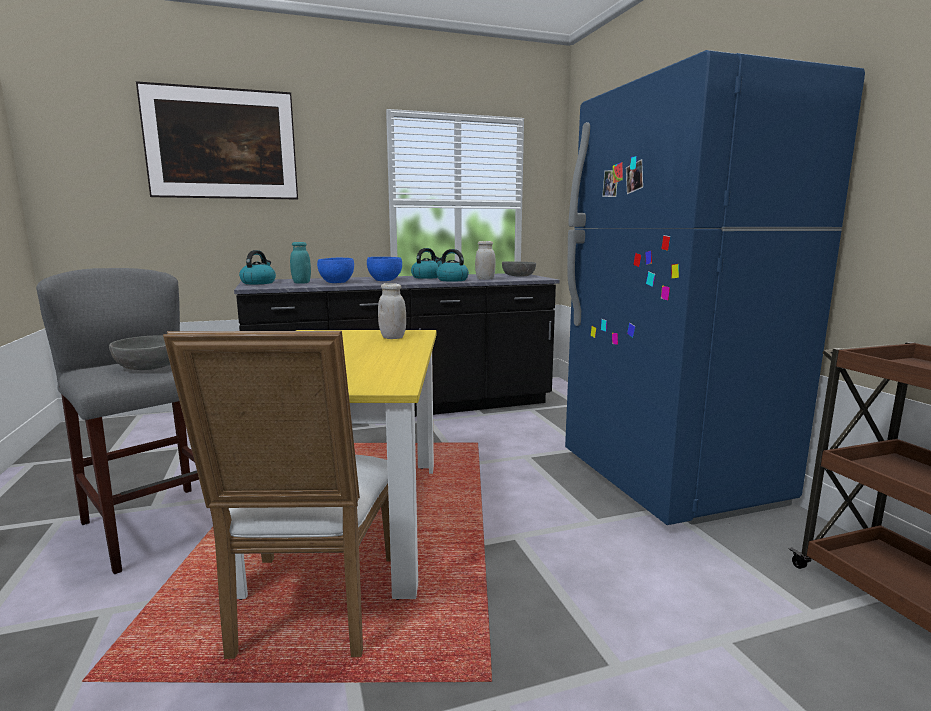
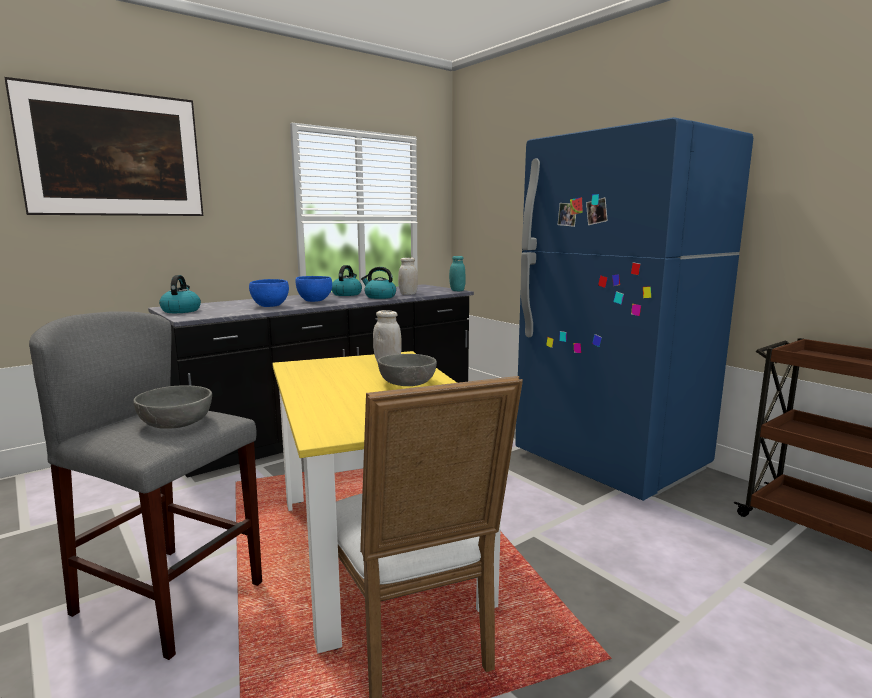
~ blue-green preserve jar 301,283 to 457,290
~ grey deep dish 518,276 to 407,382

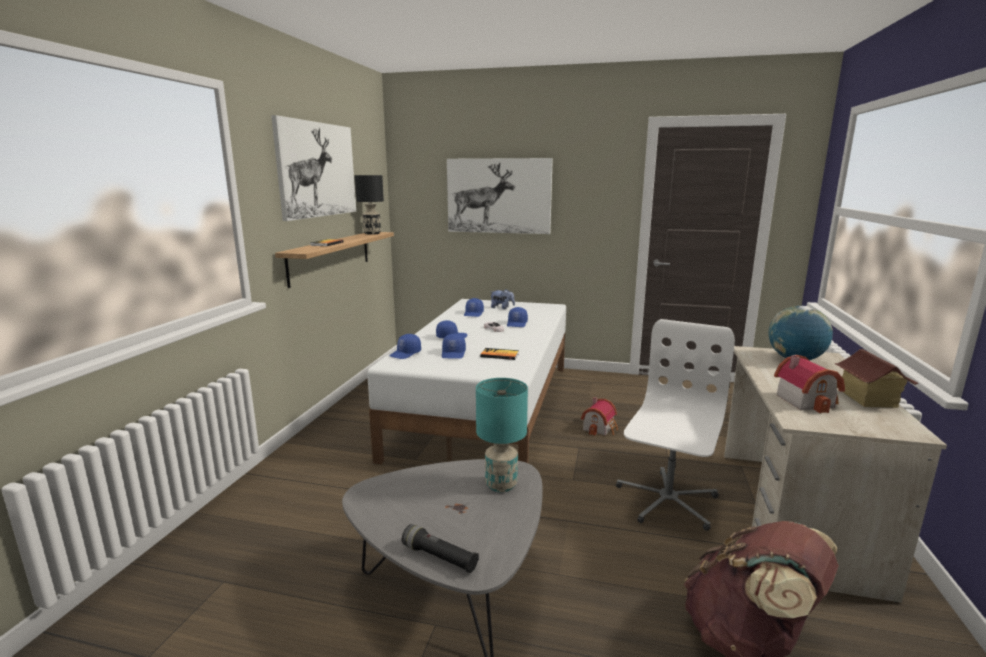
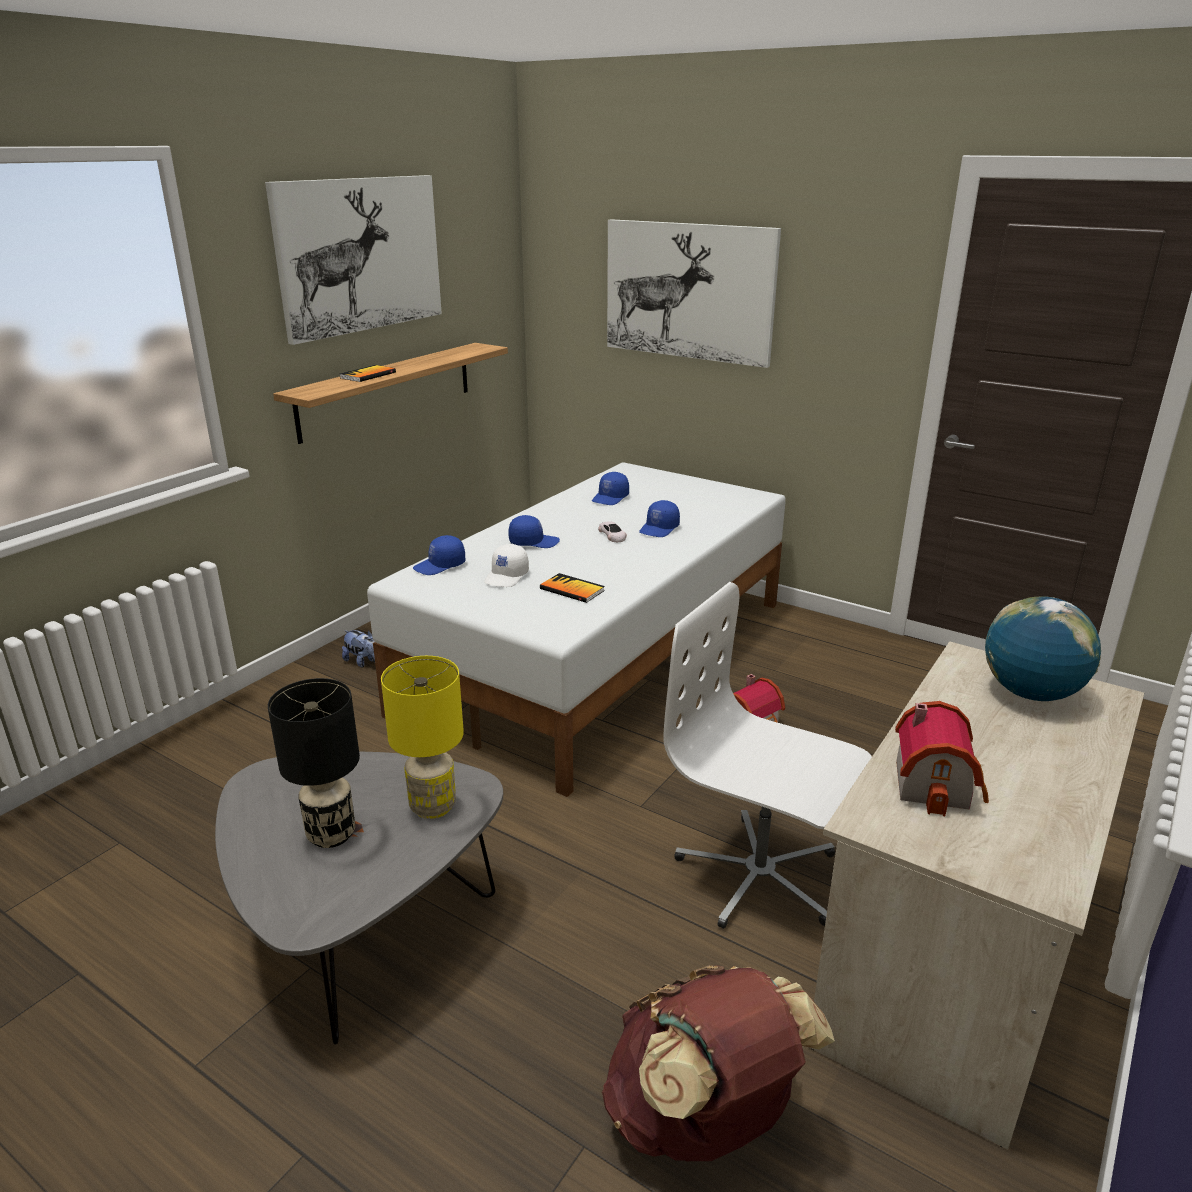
~ blackish lamp for a table 372,233 to 332,835
- blackish hand torch 439,557
~ bluish peaked cap 454,354 to white peaked cap 507,577
~ blue-green lamp for a table 501,484 to yellowish lamp for a table 433,806
~ cuddly toy 502,308 to 363,662
~ white desk chair 666,500 = 759,876 105 degrees counterclockwise
- model house 868,399

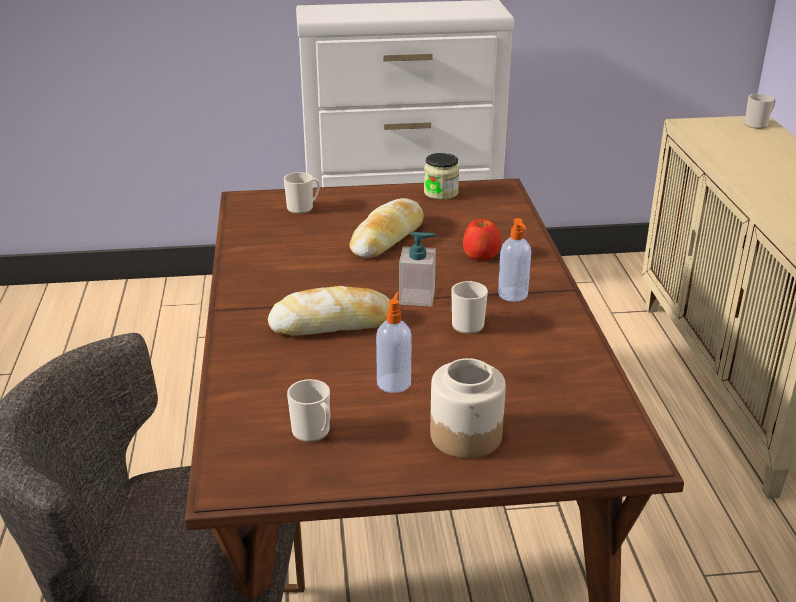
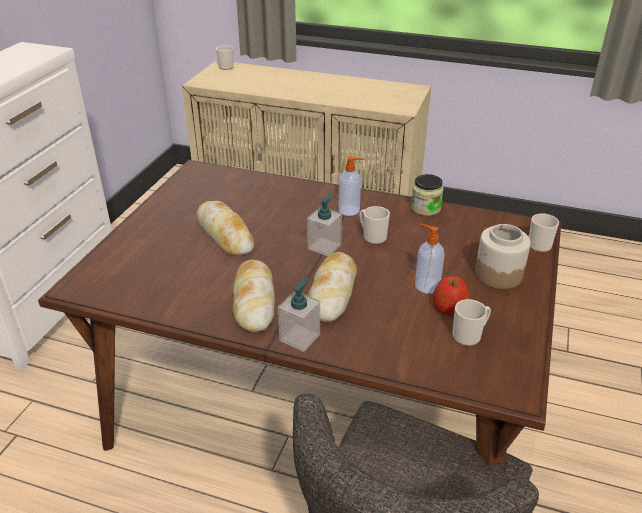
~ coffee mug 303,208 to 539,244
~ preserve jar 441,193 to 425,208
~ apple fruit 481,254 to 449,307
+ baked bread 254,301
+ soap dispenser 300,337

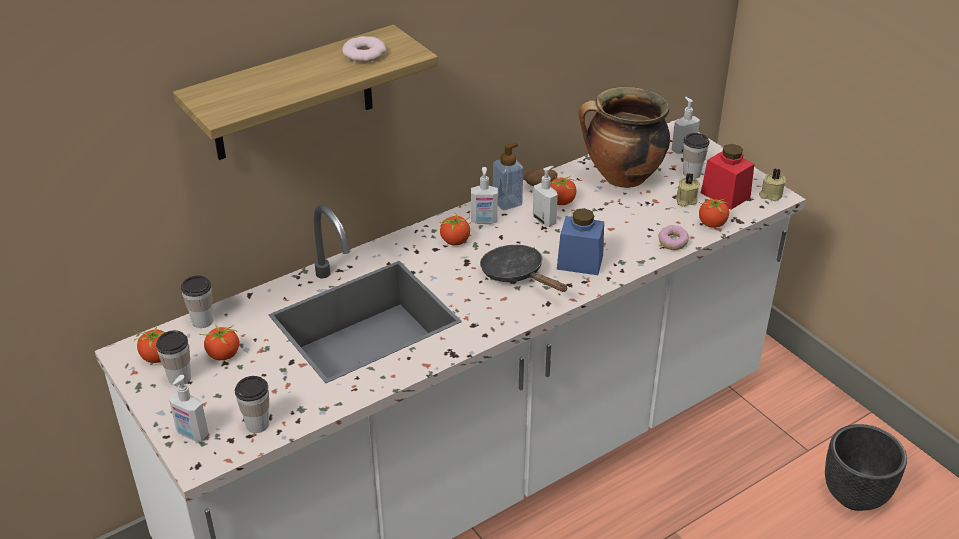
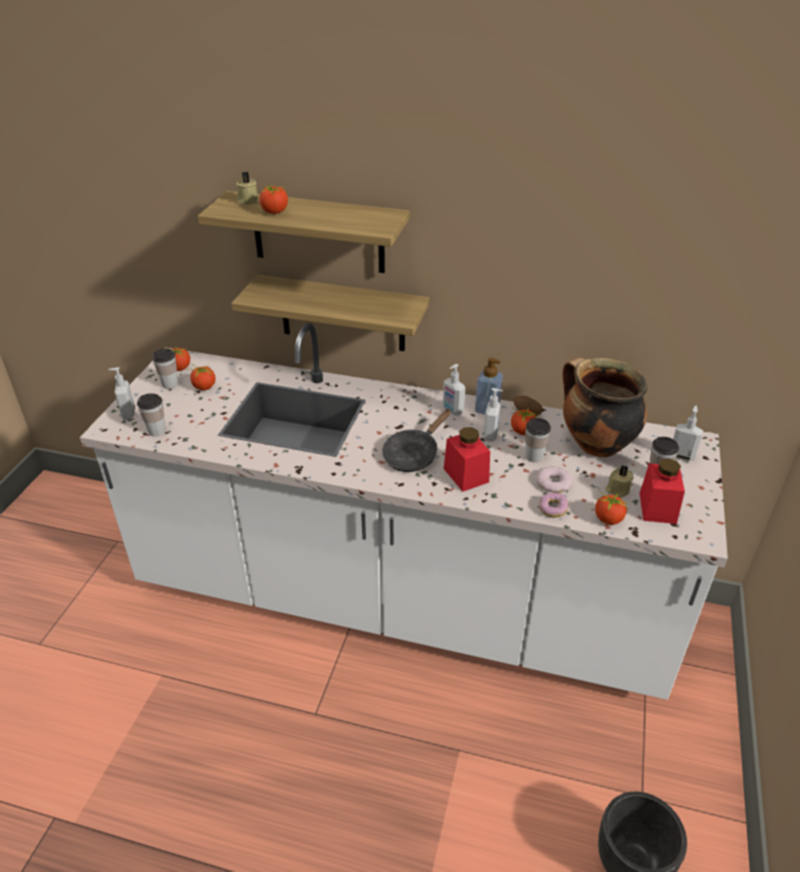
~ drinking cup 203,321 to 534,456
~ ring doughnut 364,54 to 554,482
~ fresh tomato 455,241 to 275,212
~ blackish skillet 516,275 = 413,454 150 degrees counterclockwise
~ bluish preserve jar 580,262 to reddish preserve jar 466,475
~ beige candle 770,195 to 248,201
+ wall shelf 342,314

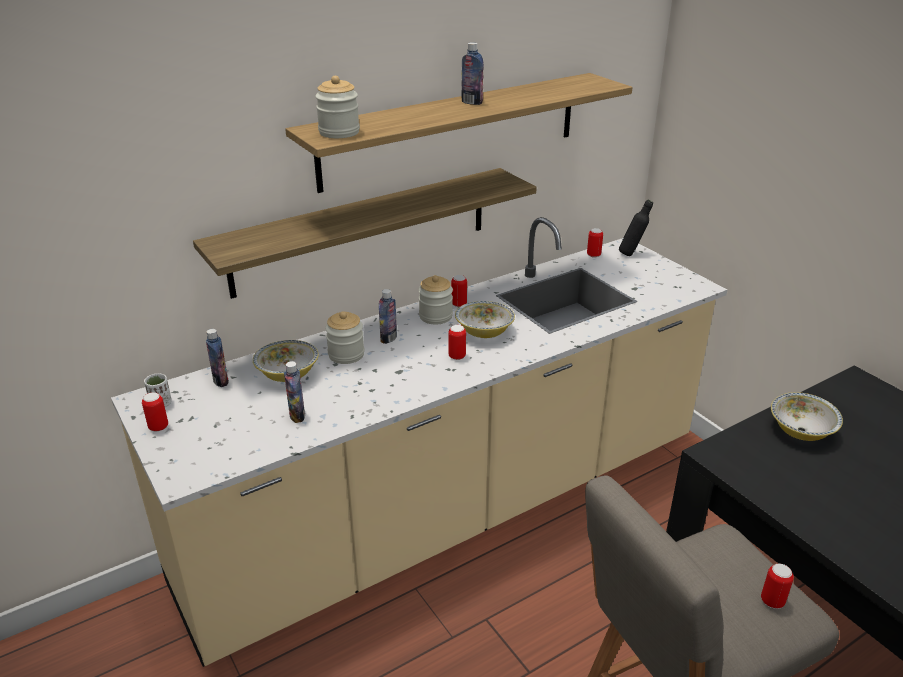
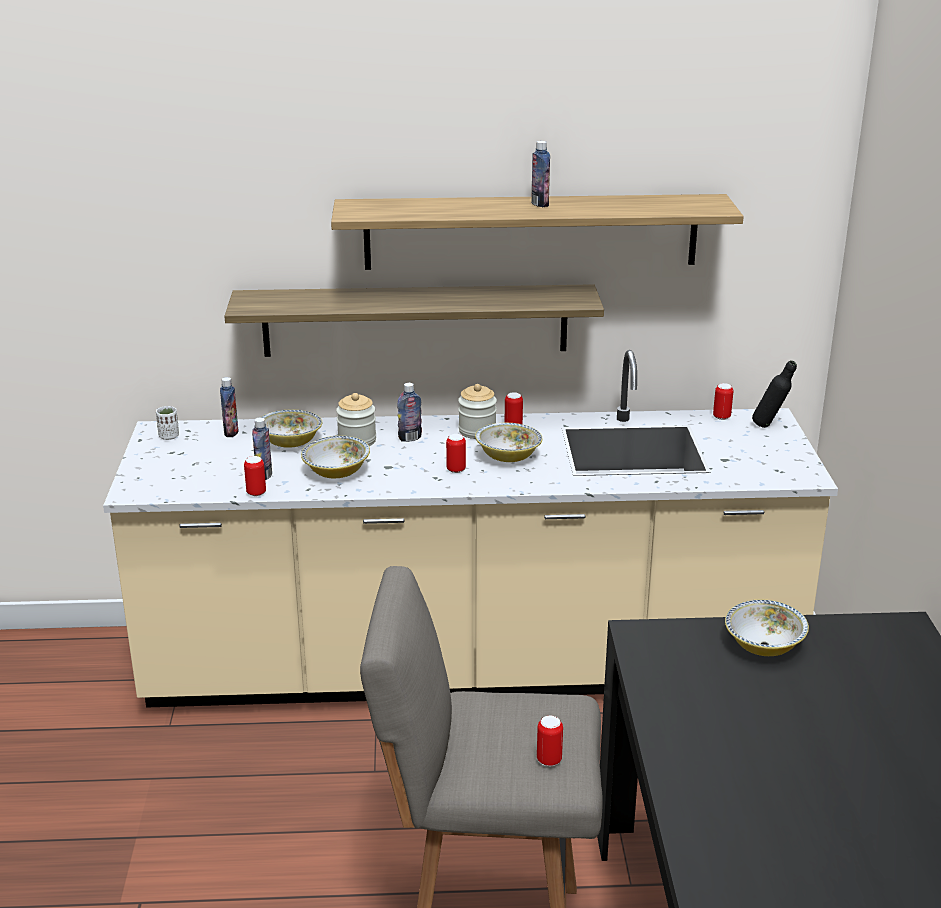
~ metal can 158,427 to 256,493
- preserve jar 339,132
+ deep dish 336,472

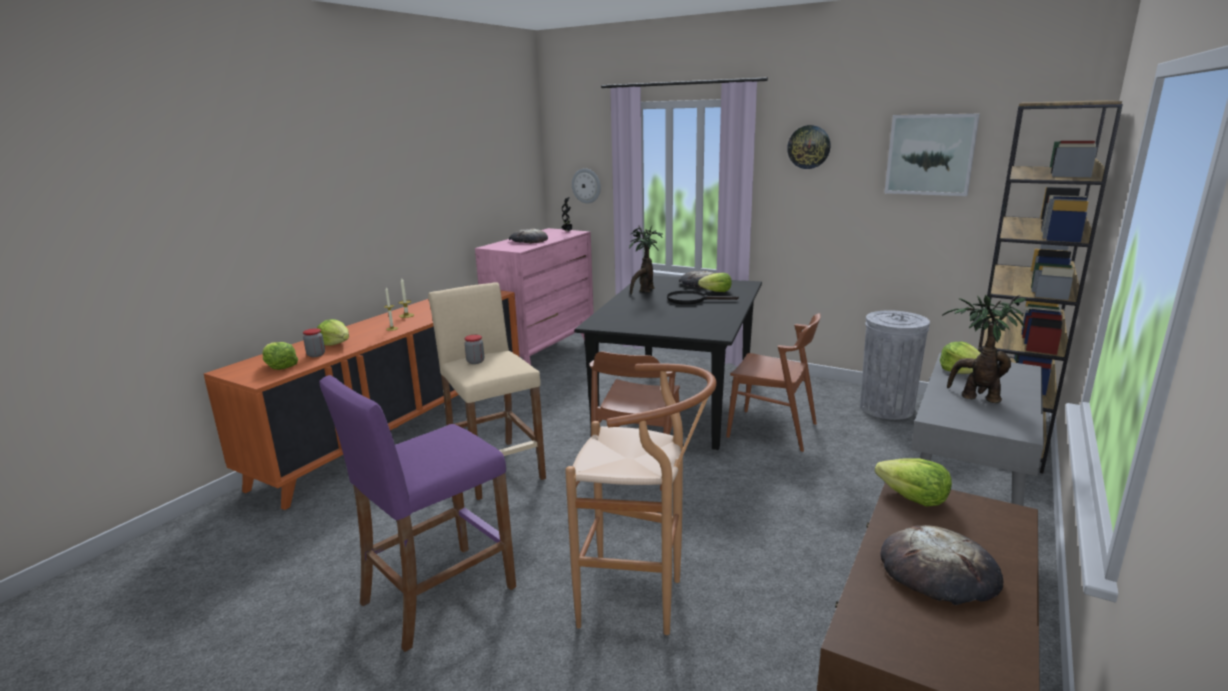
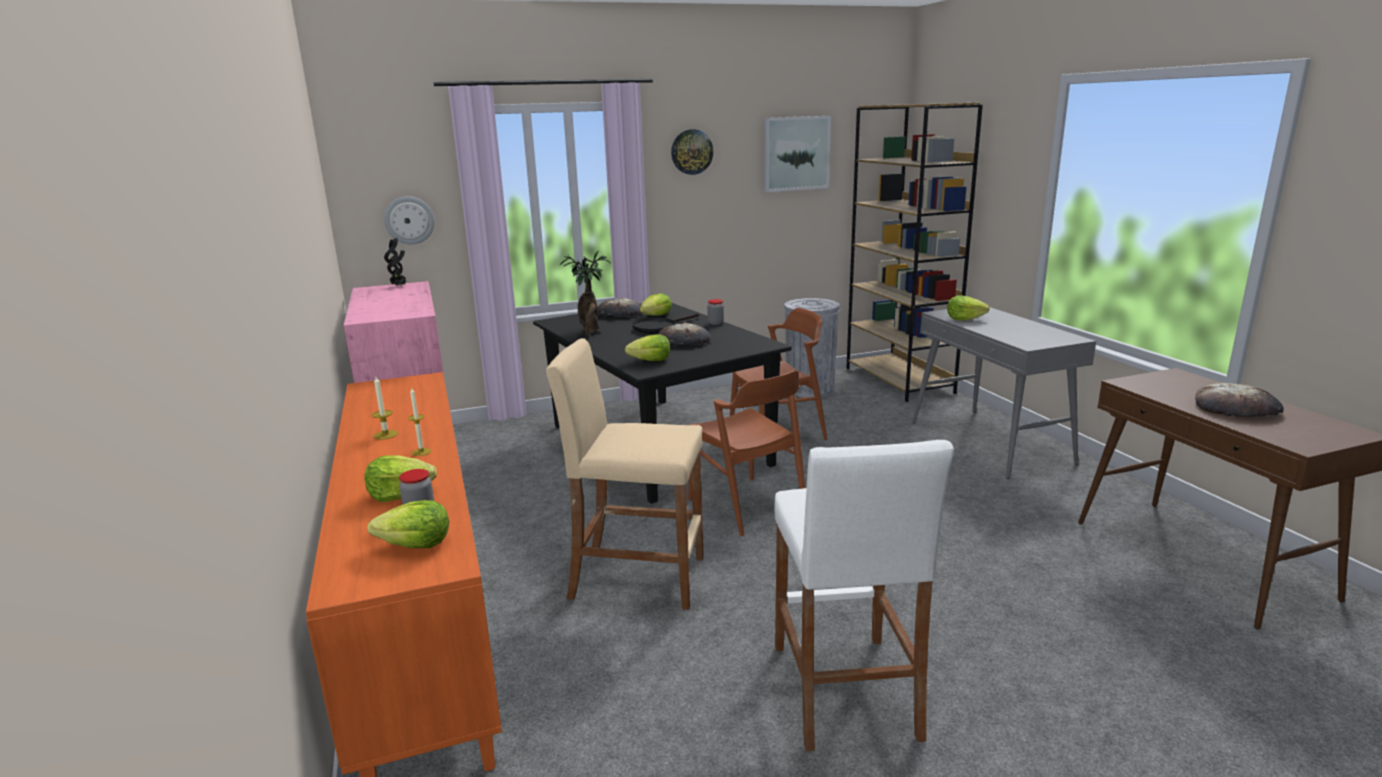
~ purplish stool 437,595 to white stool 844,691
~ preserve jar 475,361 to 715,323
~ baked bread 528,241 to 683,341
- brown stool 642,602
~ head of lettuce 913,498 to 650,361
- potted plant 975,397

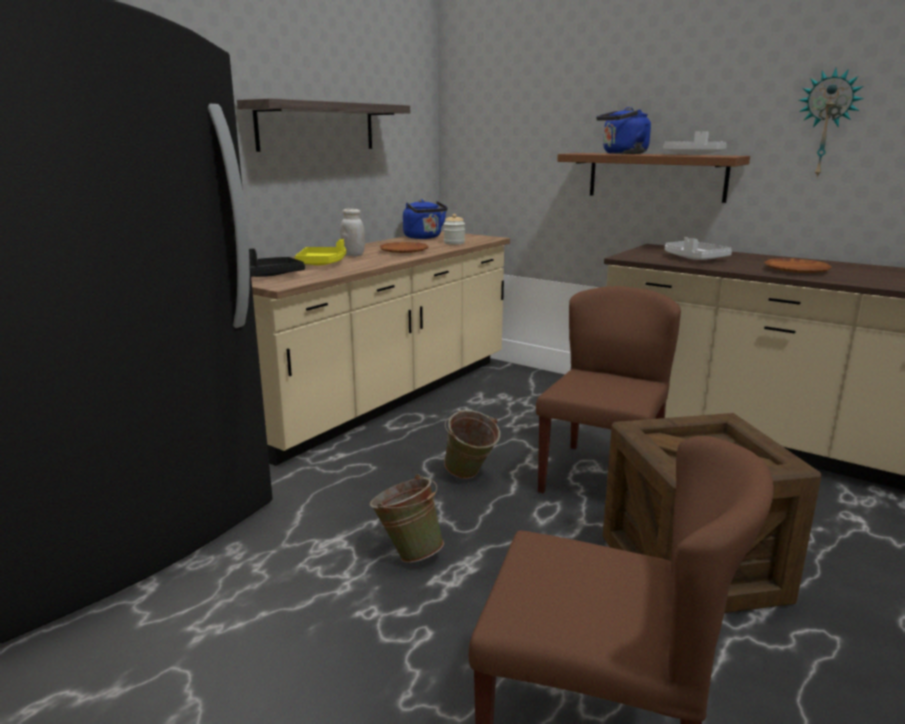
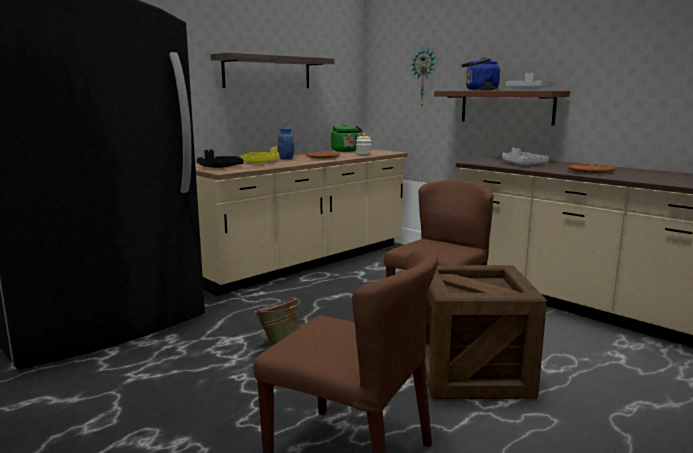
~ white preserve jar 353,255 to bluish preserve jar 286,159
~ bluish kettle 424,237 to green-coloured kettle 346,151
- green-coloured bucket 470,476
~ hanging clock 826,124 to 424,77

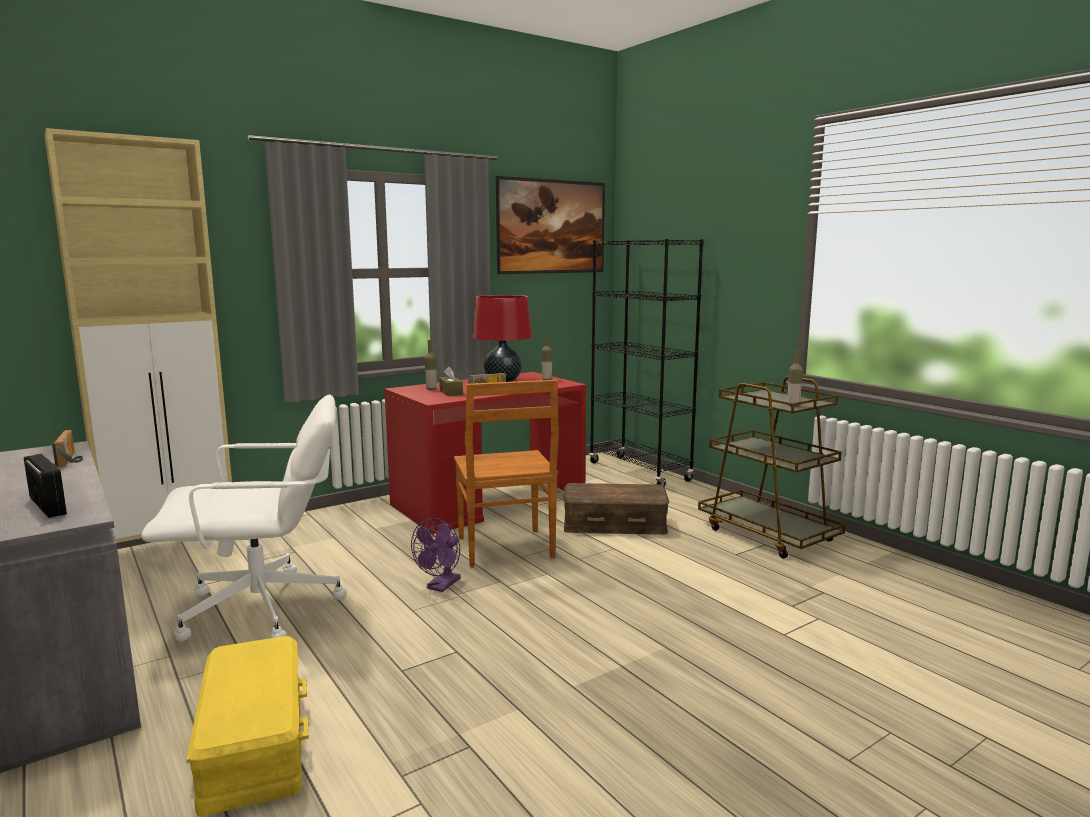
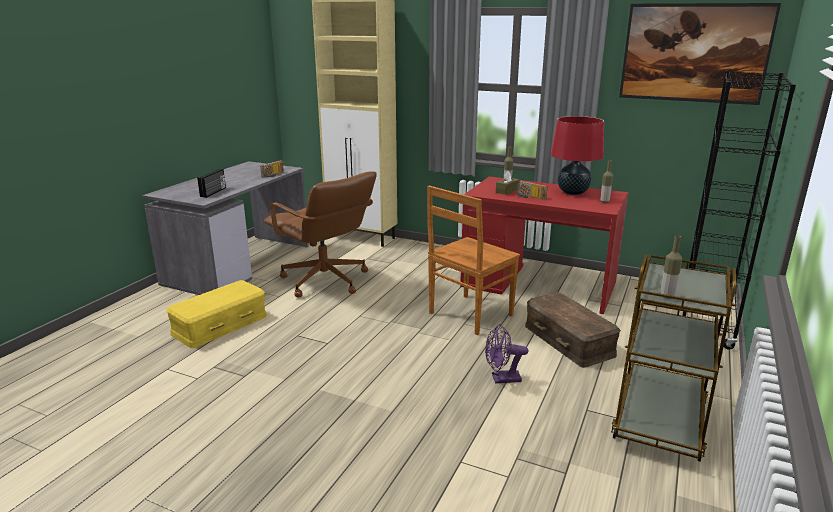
~ white desk chair 263,609 to brown desk chair 325,281
~ purplish cooling fan 441,586 to 501,379

